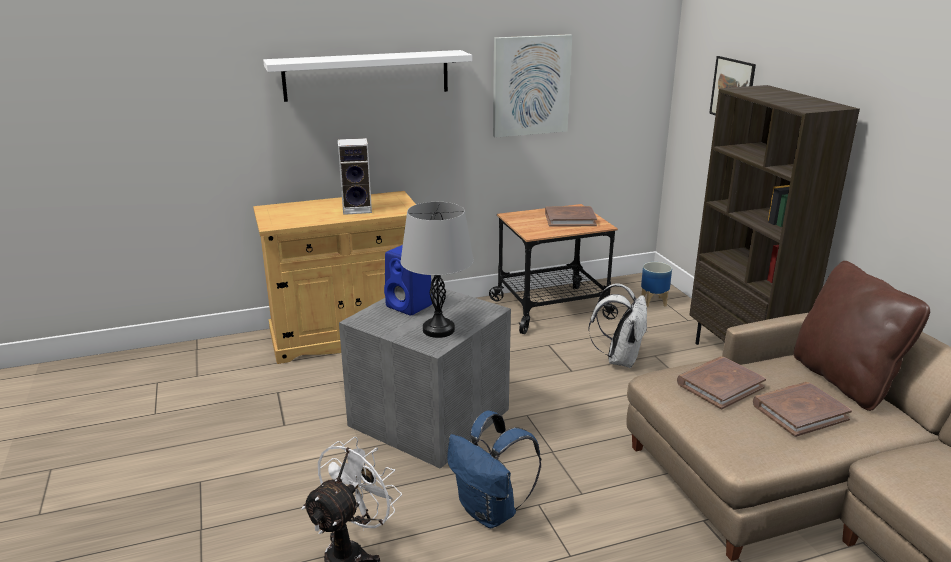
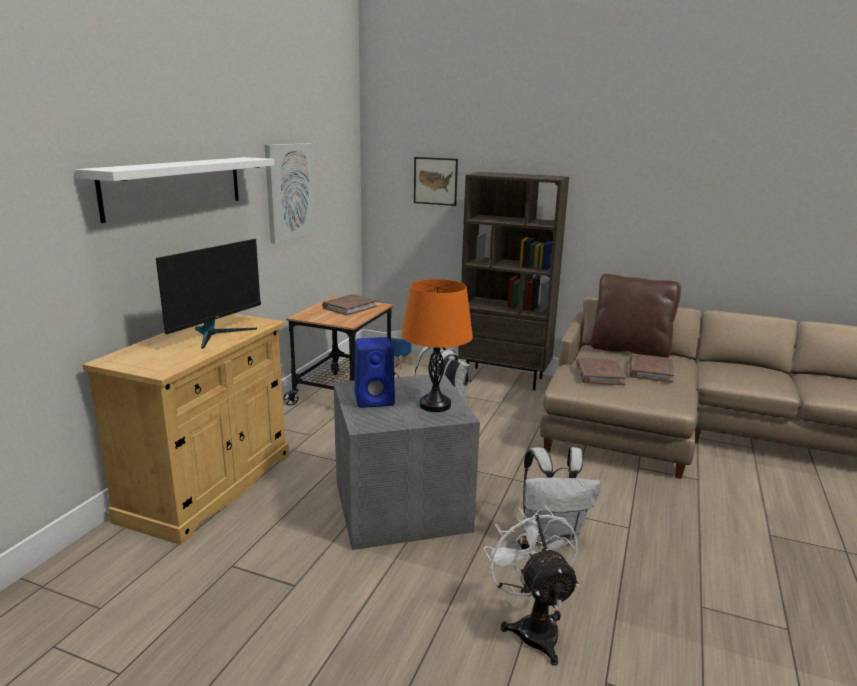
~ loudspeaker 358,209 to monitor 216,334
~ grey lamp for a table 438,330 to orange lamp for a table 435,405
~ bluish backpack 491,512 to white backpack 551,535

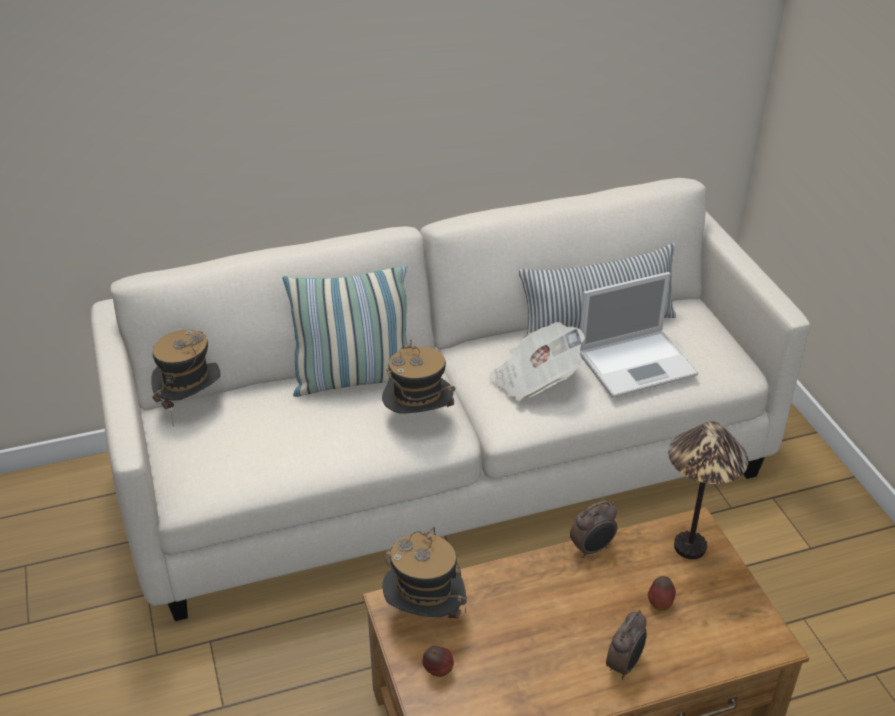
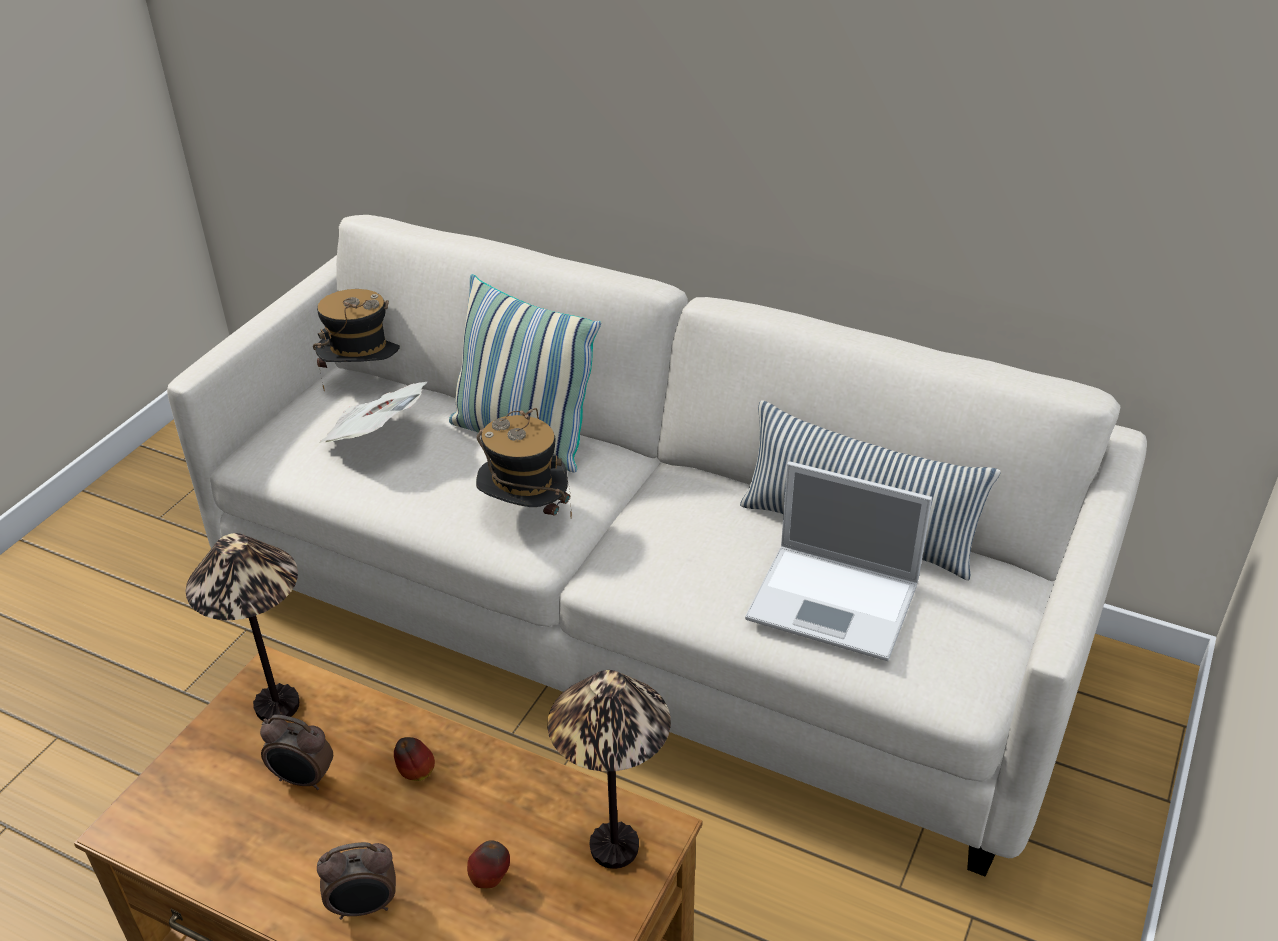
~ hat 424,615 to lamp for a table 278,705
~ apple fruit 438,671 to 415,773
~ newspaper 535,379 to 377,436
~ table clock 592,549 to 303,780

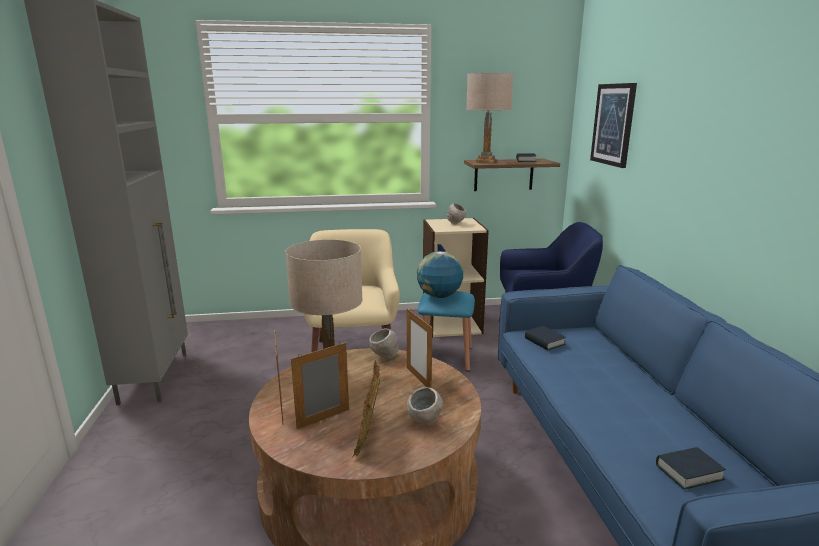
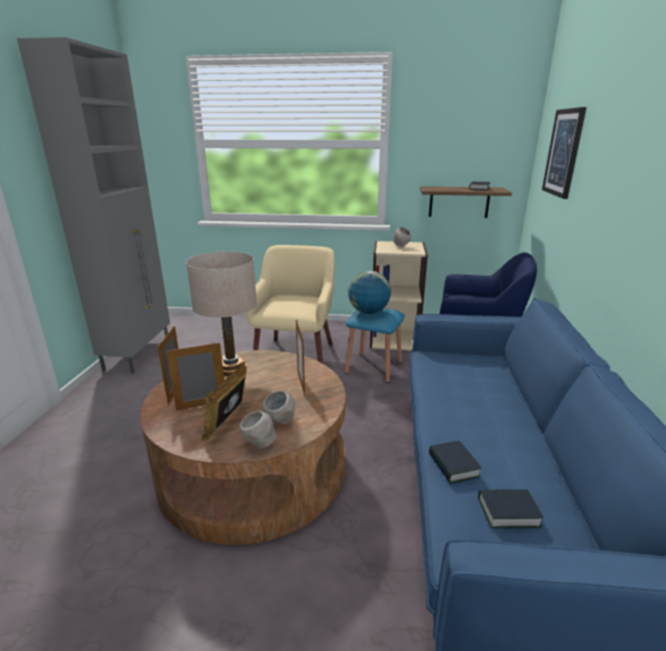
~ grey deep dish 384,357 to 259,444
- beige lamp for a table 486,162
~ book 544,341 to 453,466

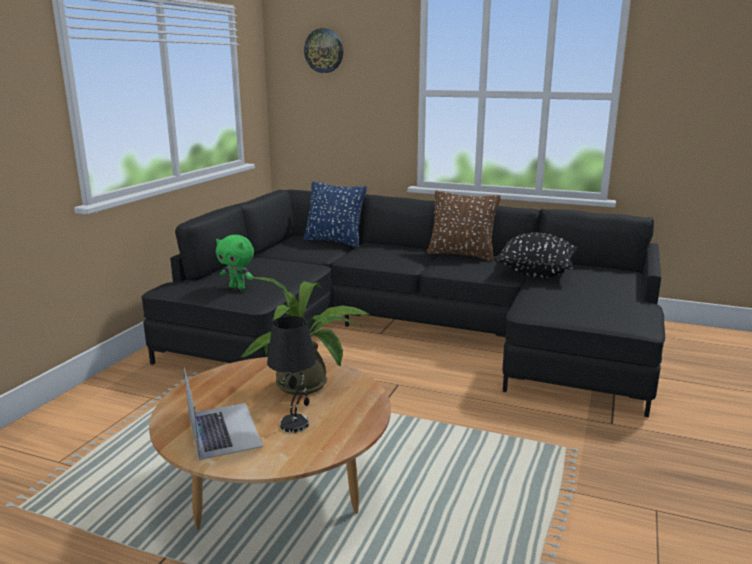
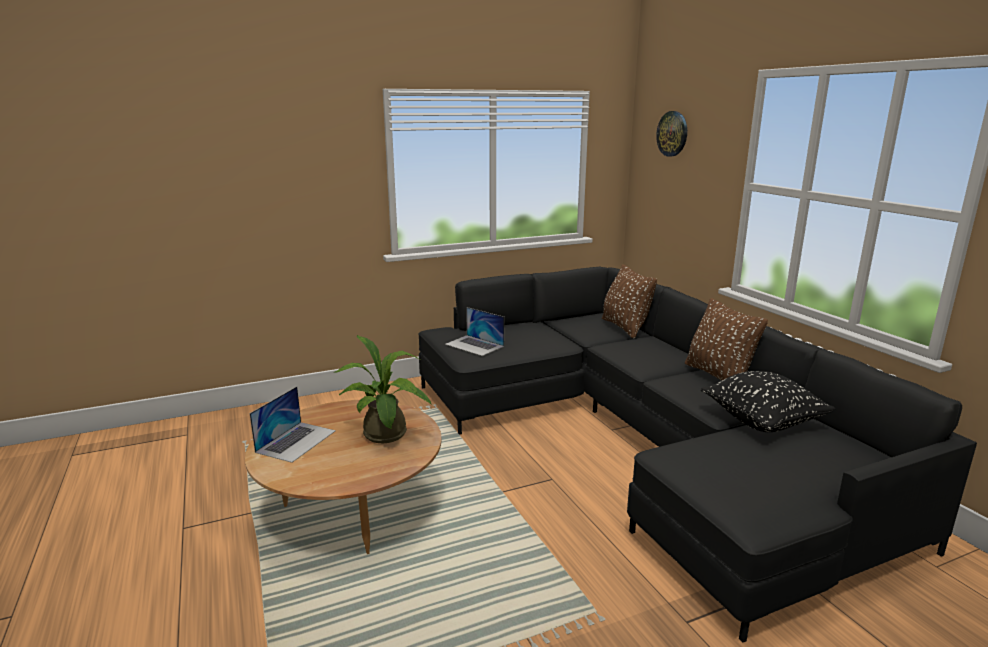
~ green-coloured cuddly toy 238,287 to portable computer 474,345
- blackish lamp for a table 295,424
~ bluish cushion 334,241 to brown cushion 625,327

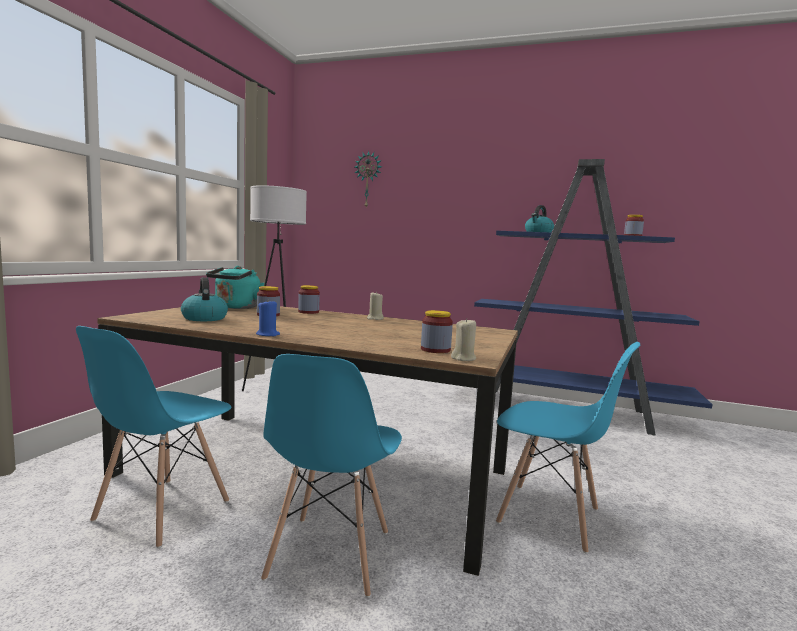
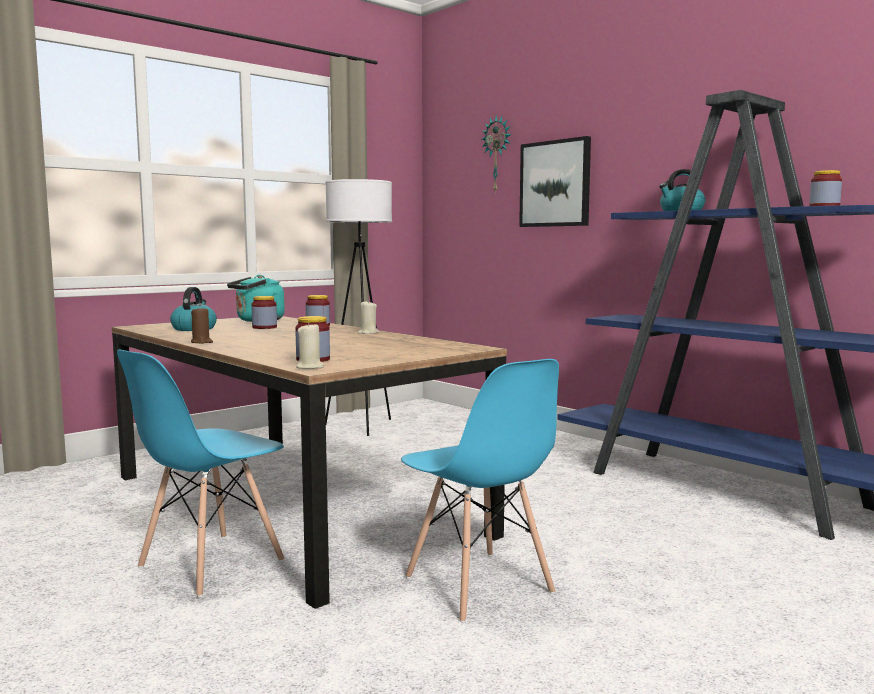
- bluish upright chair 161,511
~ bluish candle 268,334 to brown candle 201,342
+ picture 555,184

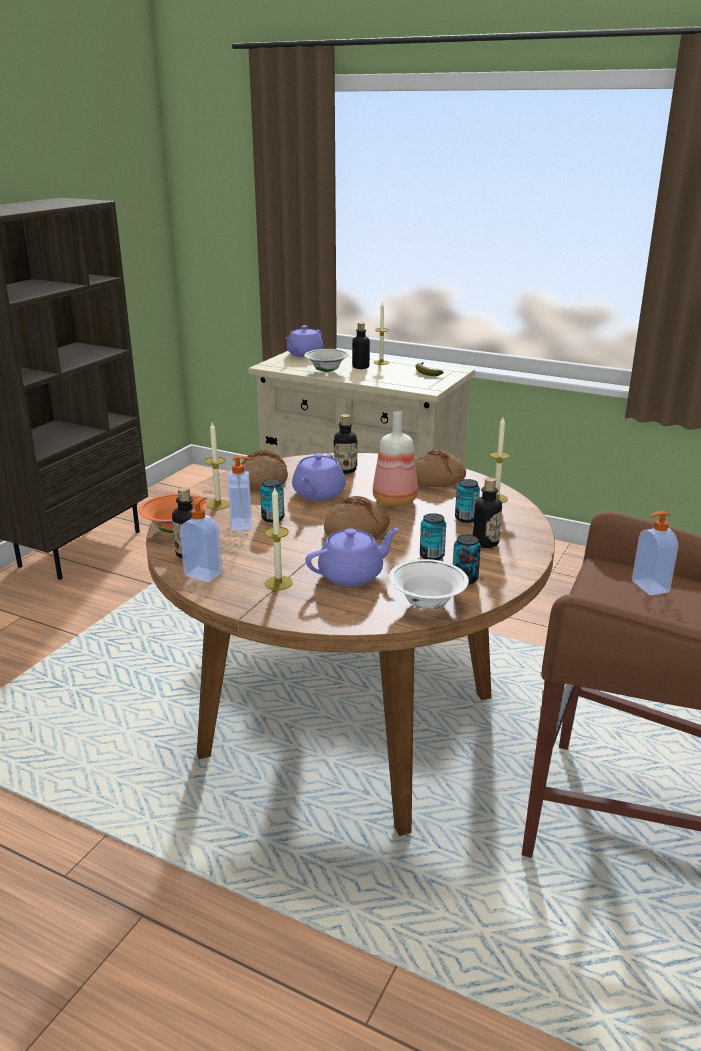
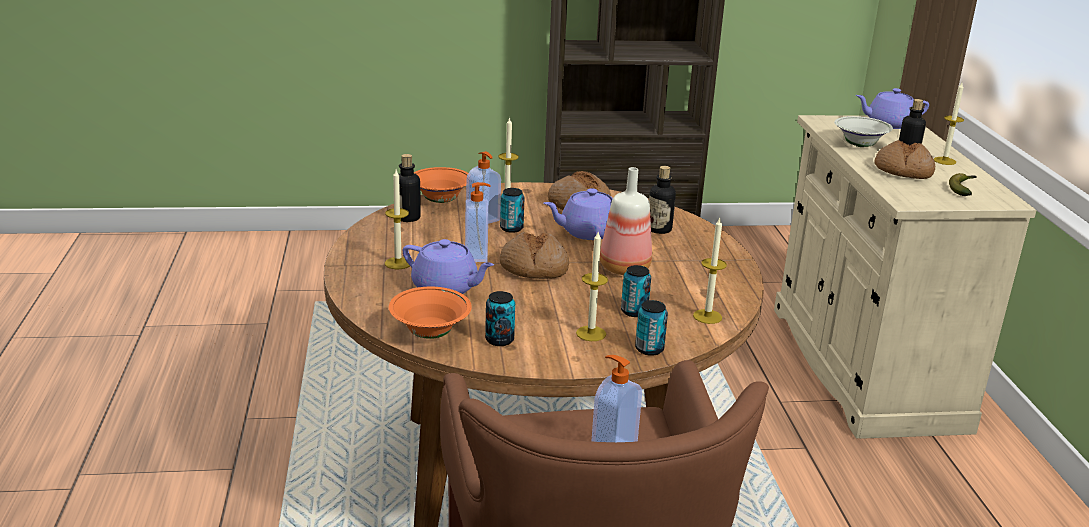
~ soap dispenser 204,574 to 477,256
~ white deep dish 427,604 to orange deep dish 430,333
~ baked bread 435,480 to 903,171
~ metal can 432,556 to 649,349
~ beverage bottle 485,543 to candle 591,333

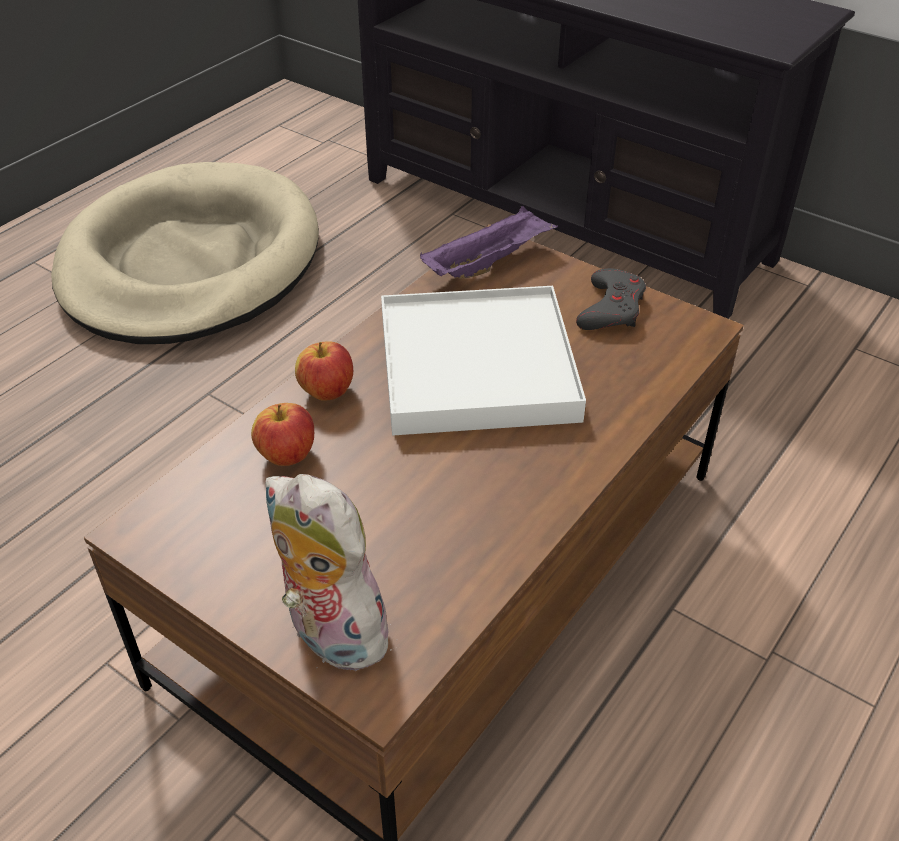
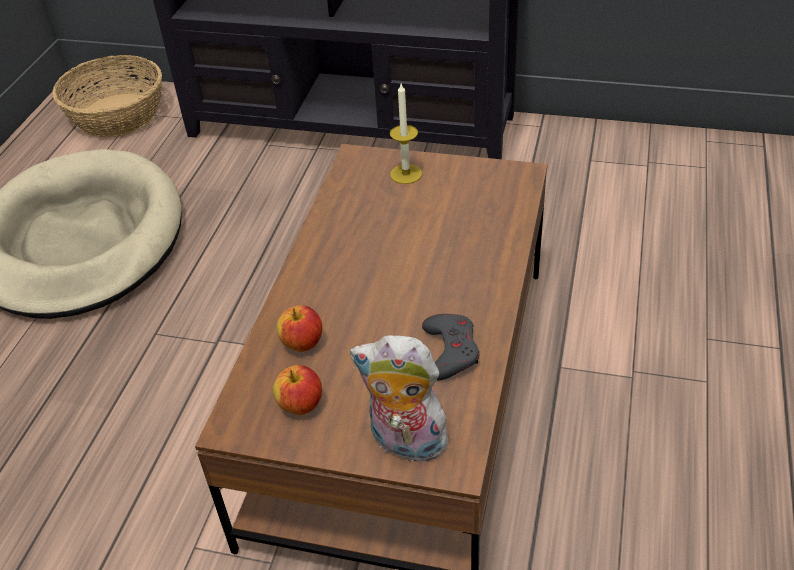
~ apple fruit 327,391 to 301,405
- white tray 476,366
- purplish tray 488,262
~ grey game controller 611,308 to 451,350
+ household basket 117,115
+ candle 406,174

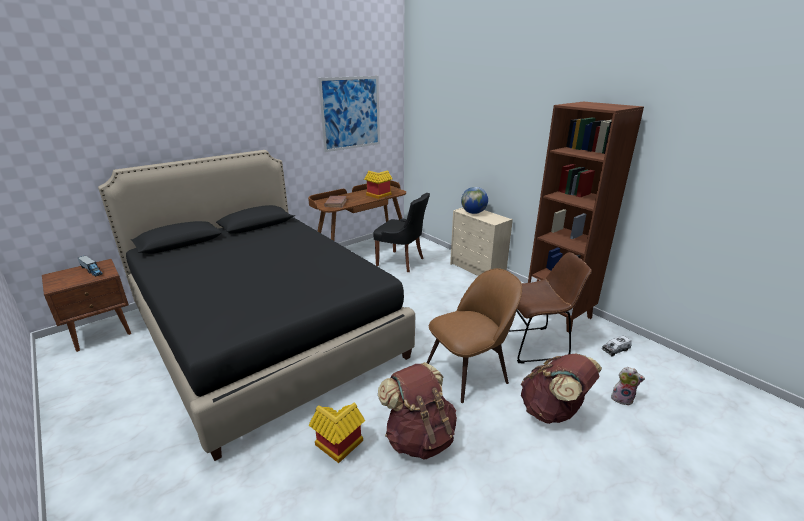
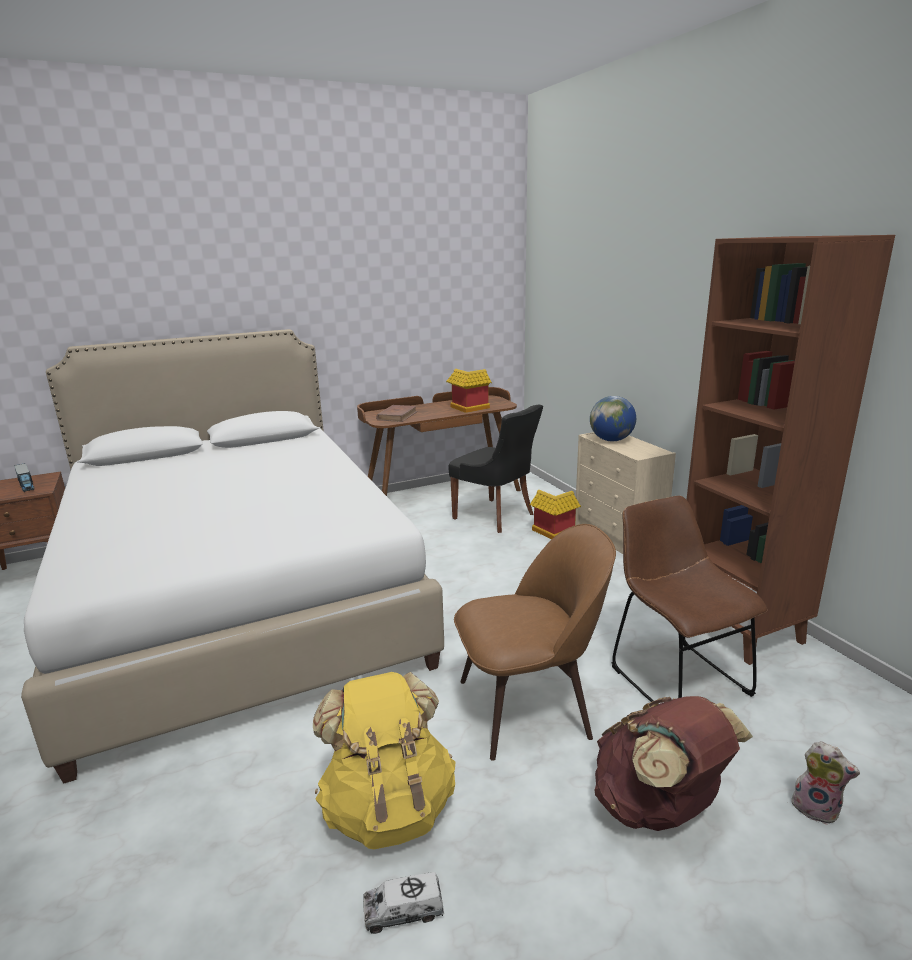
~ blackish sleeping bed 264,332 to white sleeping bed 238,599
~ model house 337,447 to 552,533
- picture 351,113
~ brown backpack 419,437 to yellowish backpack 388,808
~ brown upright chair 536,344 = 674,677 120 degrees counterclockwise
~ model truck 615,350 to 403,911

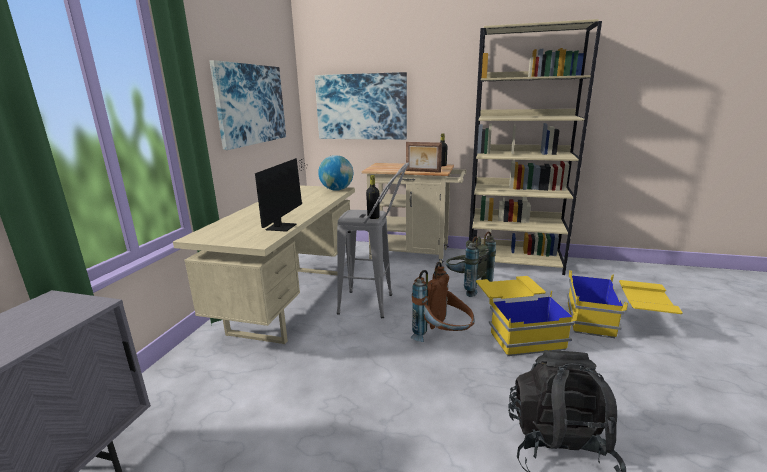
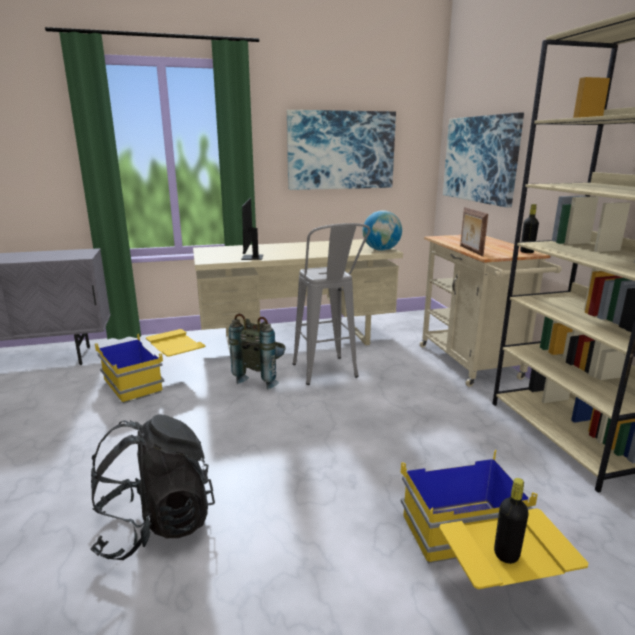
~ monitor 284,226 = 251,258 105 degrees clockwise
~ blackish beverage bottle 373,217 to 506,554
- brown backpack 443,339
~ grey backpack 466,286 to 261,377
~ yellowish storage box 517,329 to 155,380

